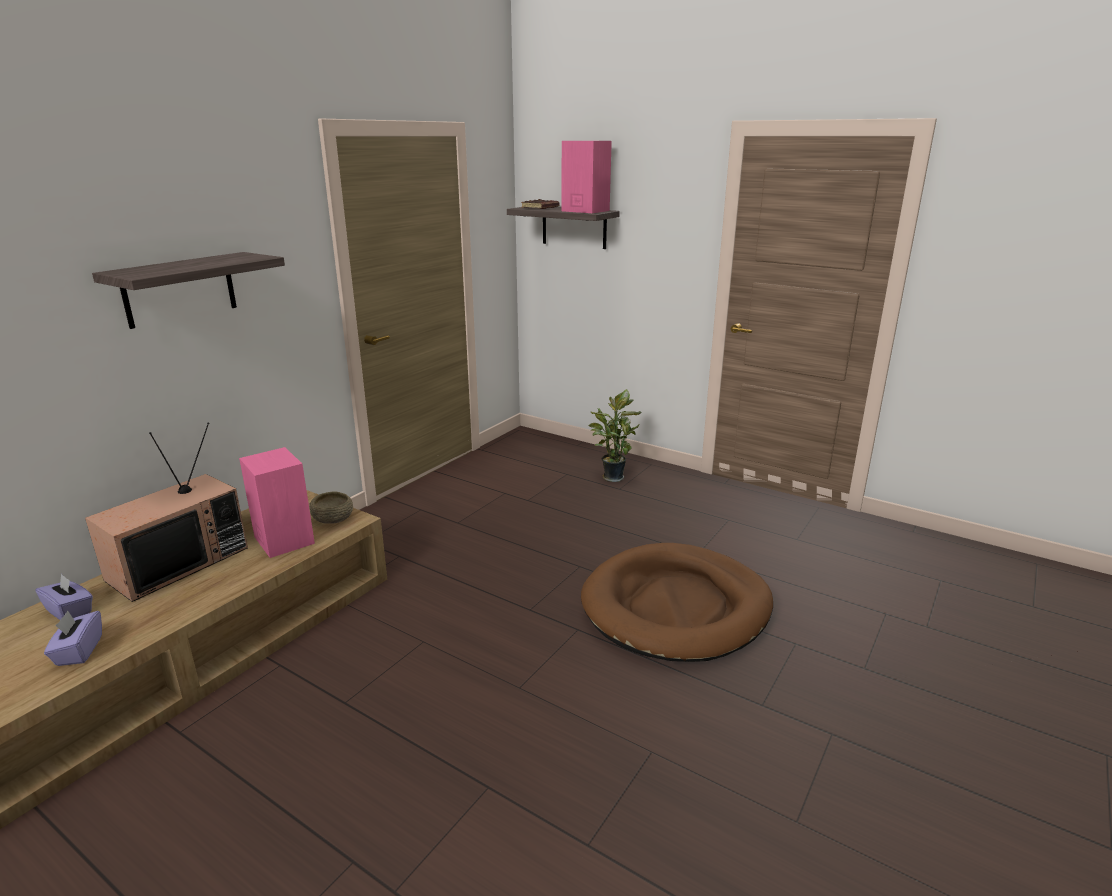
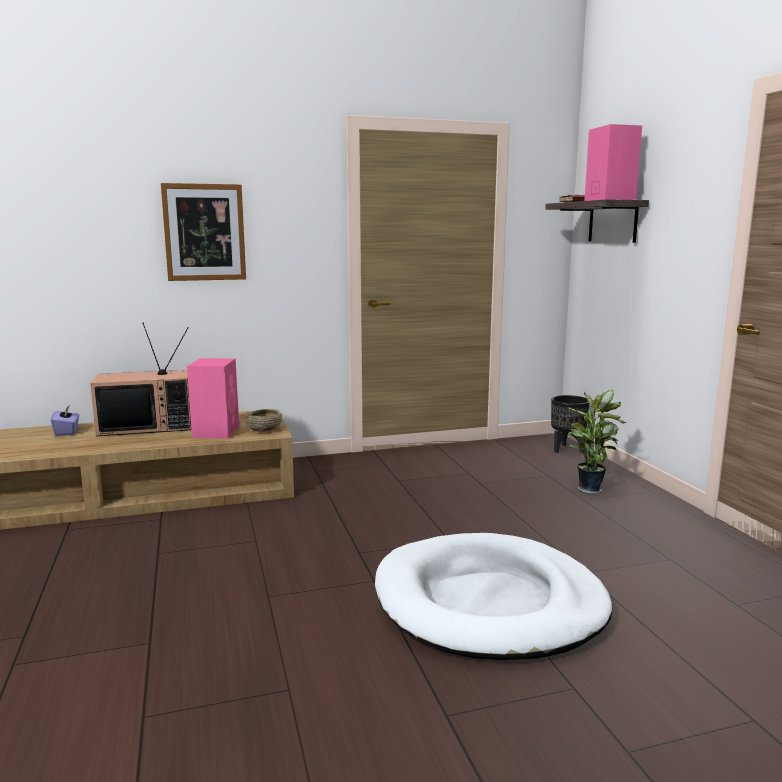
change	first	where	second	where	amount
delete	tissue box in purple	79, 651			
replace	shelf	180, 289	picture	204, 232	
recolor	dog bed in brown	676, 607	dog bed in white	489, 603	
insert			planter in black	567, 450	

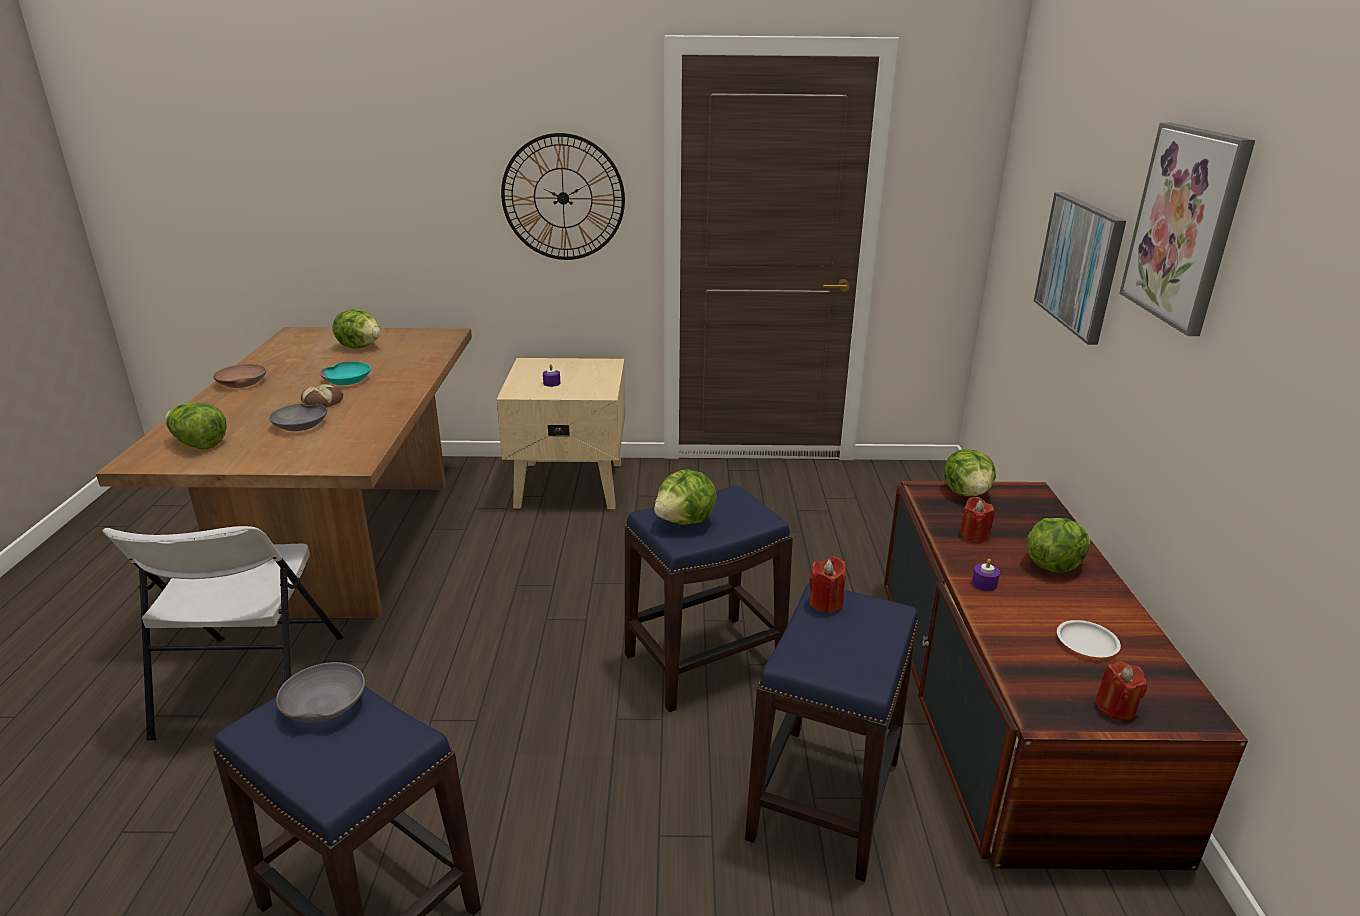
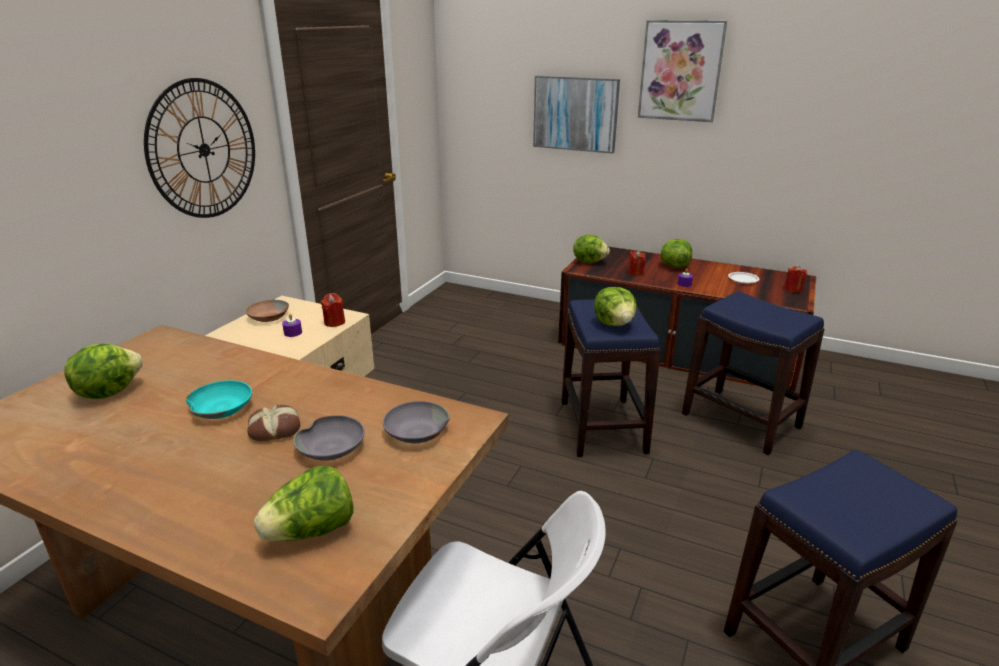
change	first	where	second	where	amount
move	bowl in brown	241, 383		268, 317	
move	bowl in grey	322, 704		416, 432	
move	candle in red	826, 602		334, 322	

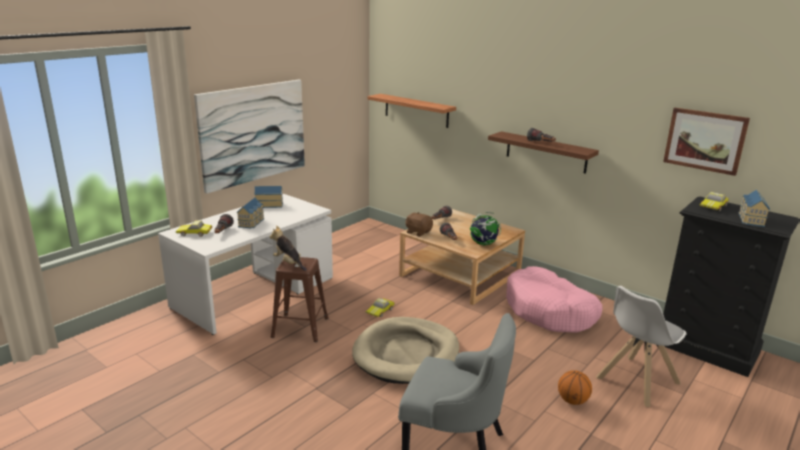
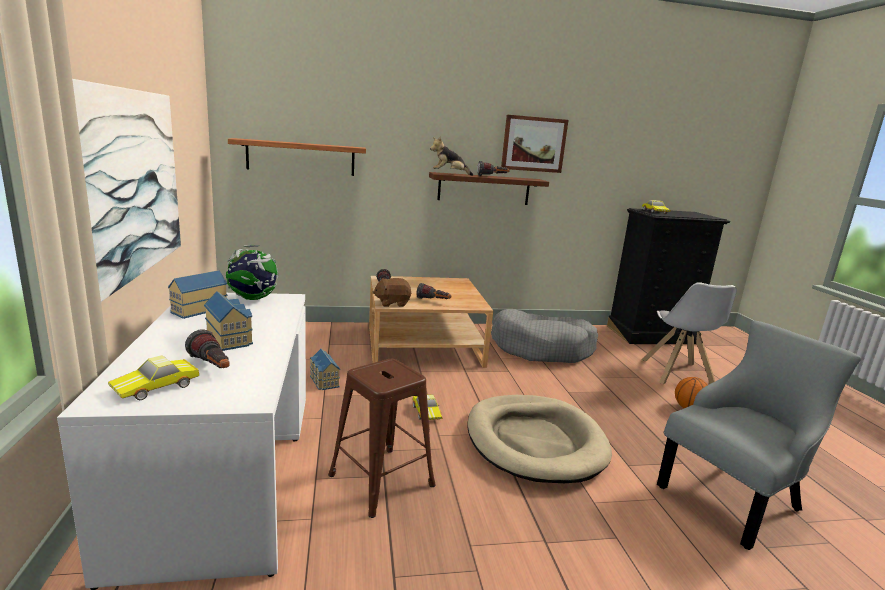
change	first	where	second	where	amount
move	plush toy	288, 263		449, 174	
move	globe	483, 244		253, 299	
recolor	dog bed in pink	550, 311	dog bed in grey	542, 348	
move	picture	705, 140		533, 144	
move	toy house	750, 219		323, 381	

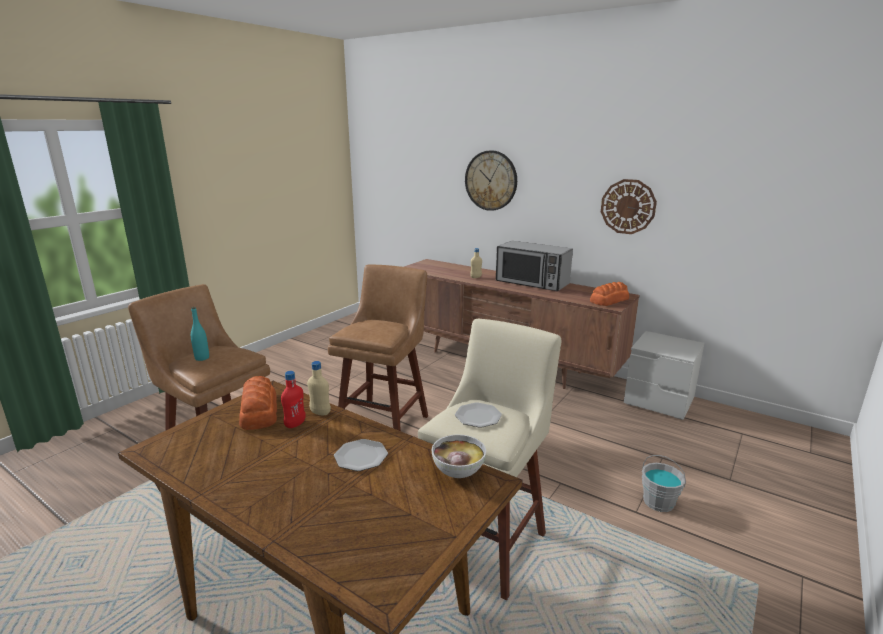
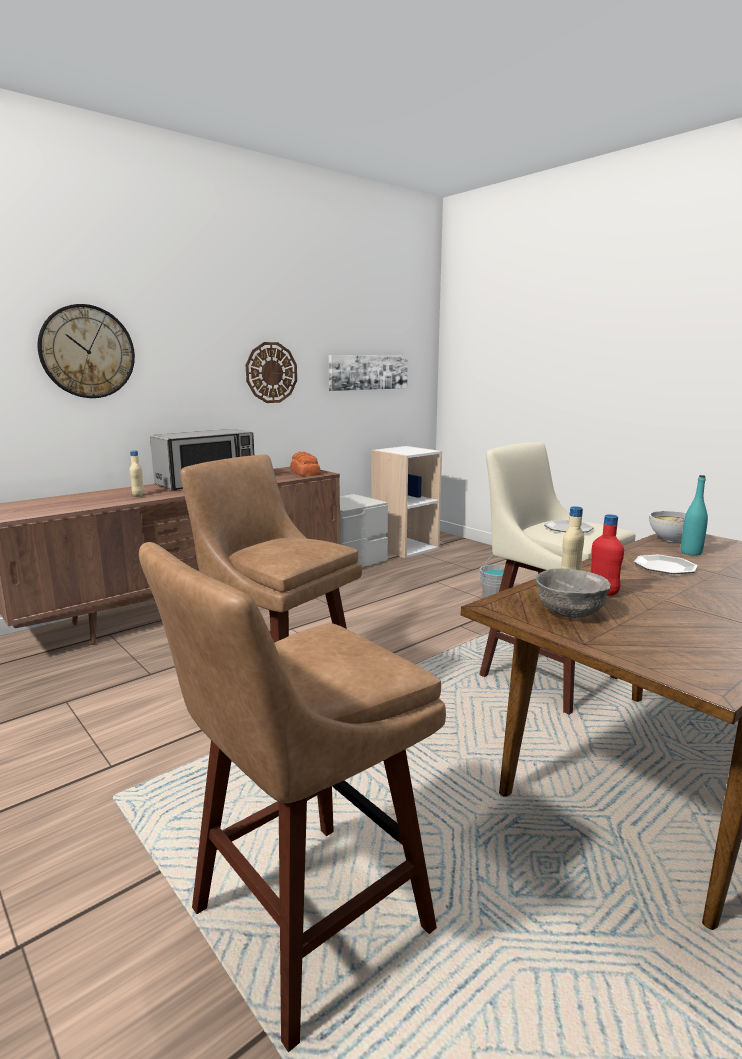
change	first	where	second	where	amount
move	bottle in turquoise	202, 358		691, 553	
replace	bread	258, 411	bowl in grey	570, 612	
insert			picture	368, 372	
insert			bookcase	405, 547	

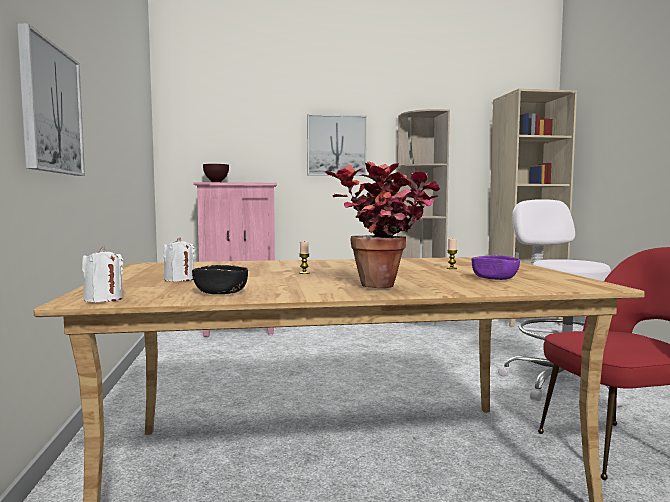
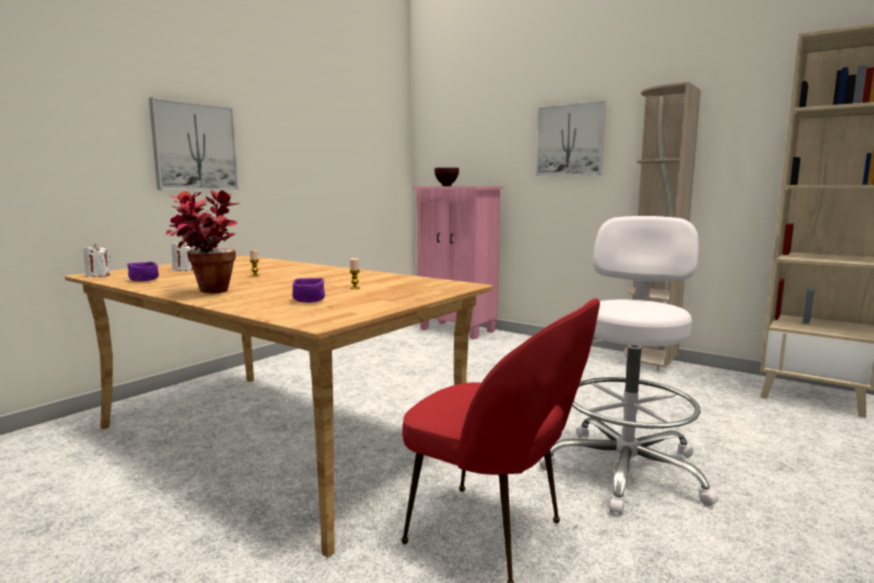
change	first	where	second	where	amount
recolor	bowl in black	220, 292	bowl in purple	143, 280	

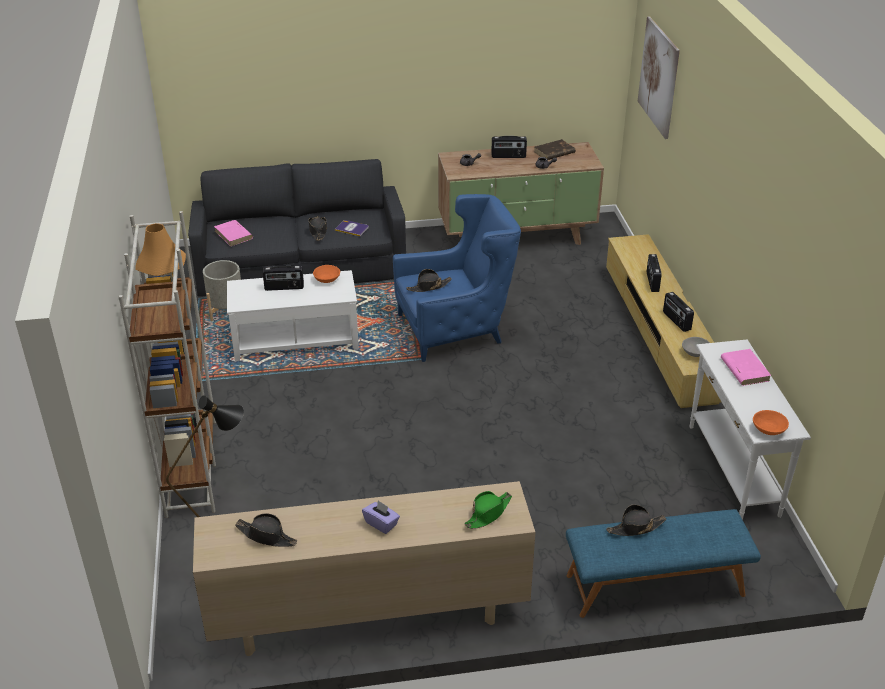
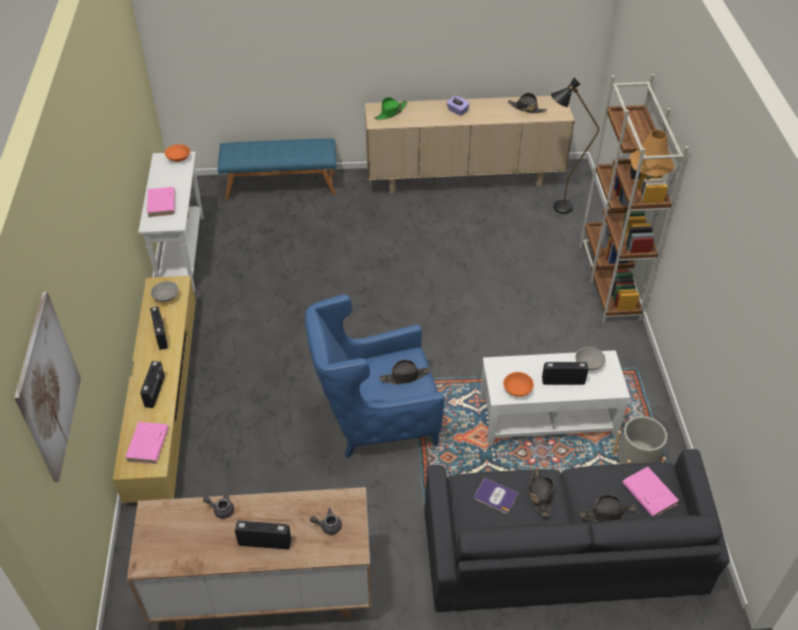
change	first	where	second	where	amount
delete	book in brown	554, 152			
move	hat in black	635, 527		607, 513	
insert			book in pink	148, 445	
insert			bowl in grey	588, 364	

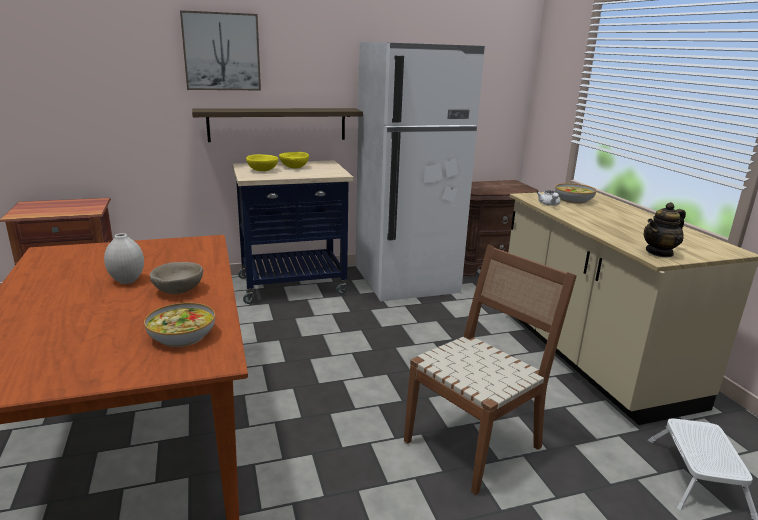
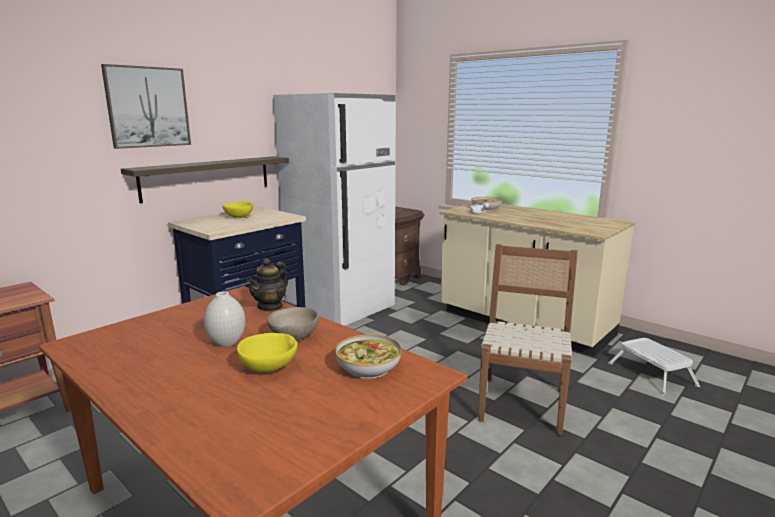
change	first	where	second	where	amount
move	bowl in yellow	262, 170		268, 367	
move	teapot	659, 252		270, 306	

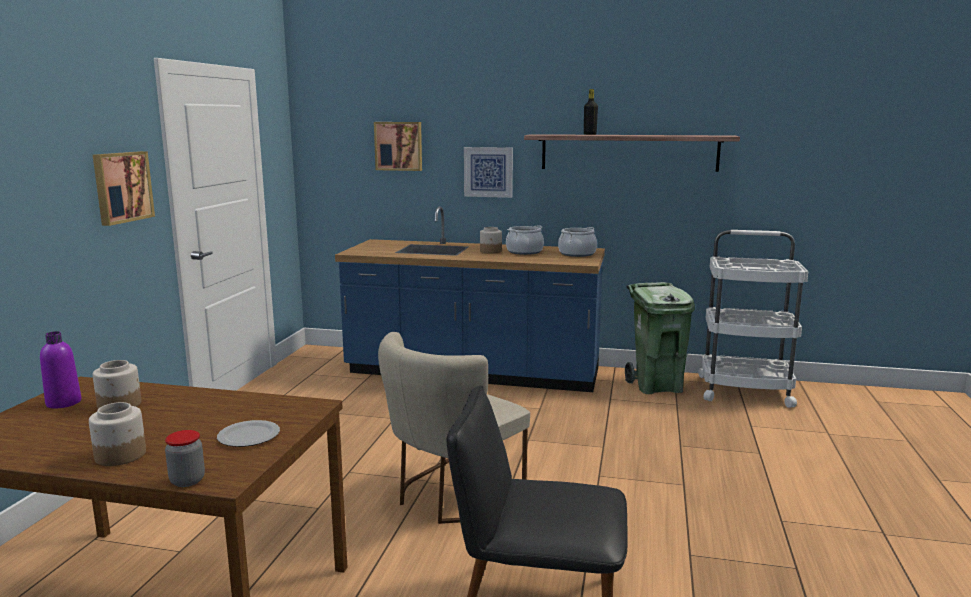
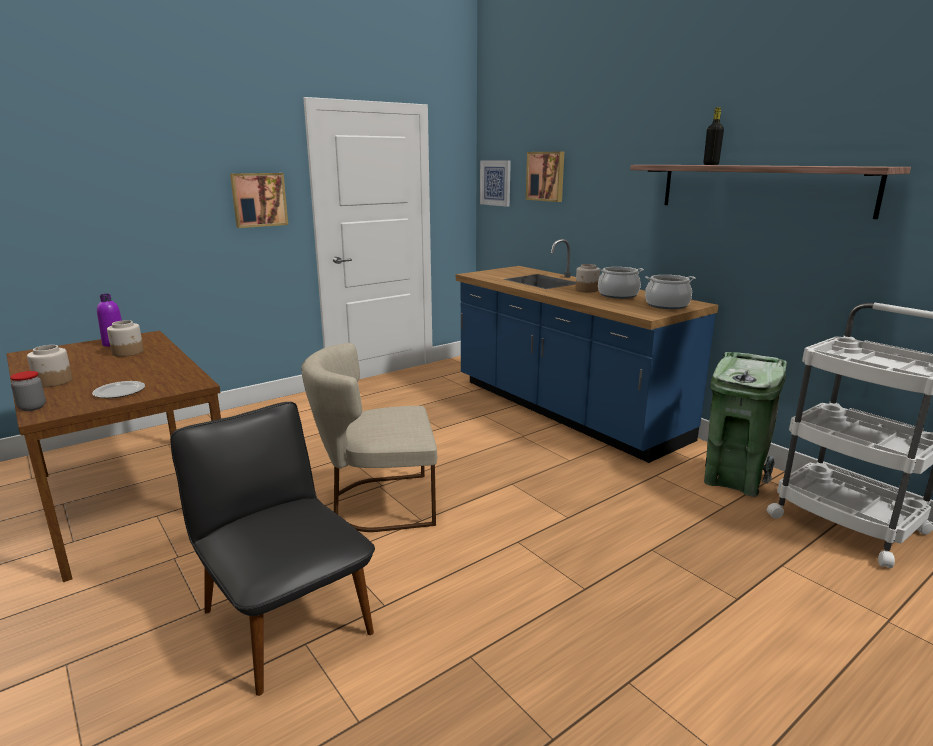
change	first	where	second	where	amount
move	picture	488, 172		495, 183	

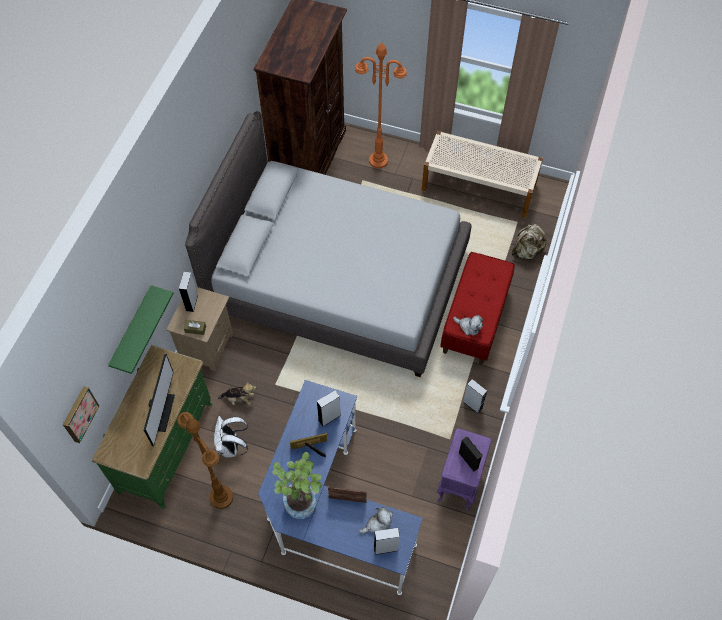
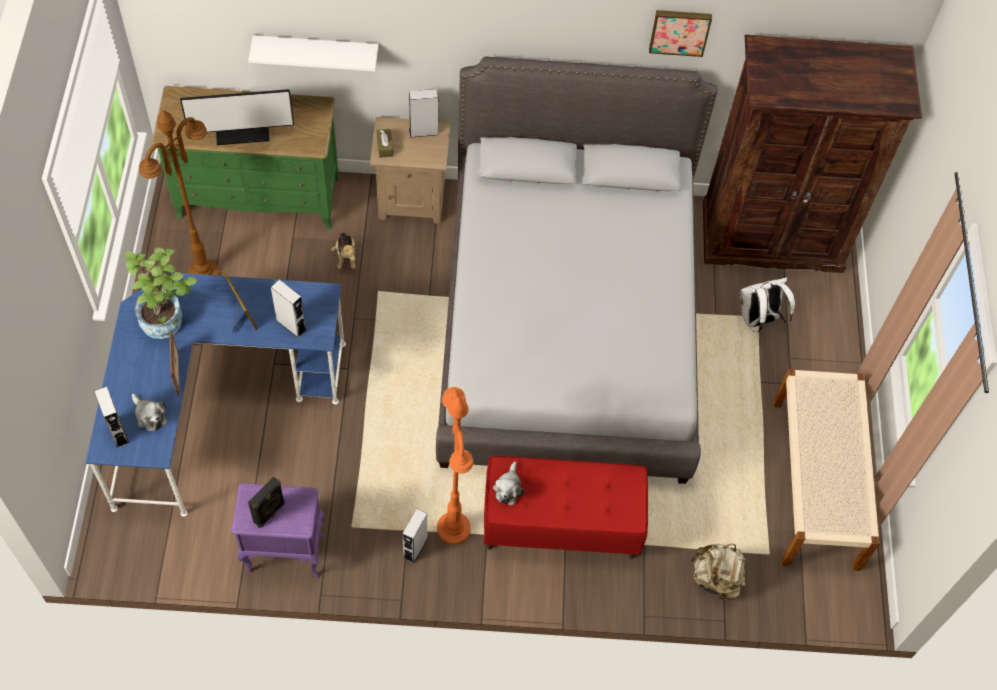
change	first	where	second	where	amount
move	picture	79, 414		679, 31	
recolor	shelf in green	132, 330	shelf in white	316, 51	
move	backpack in white	231, 447		758, 320	
move	floor lamp in orange	378, 161		453, 529	

